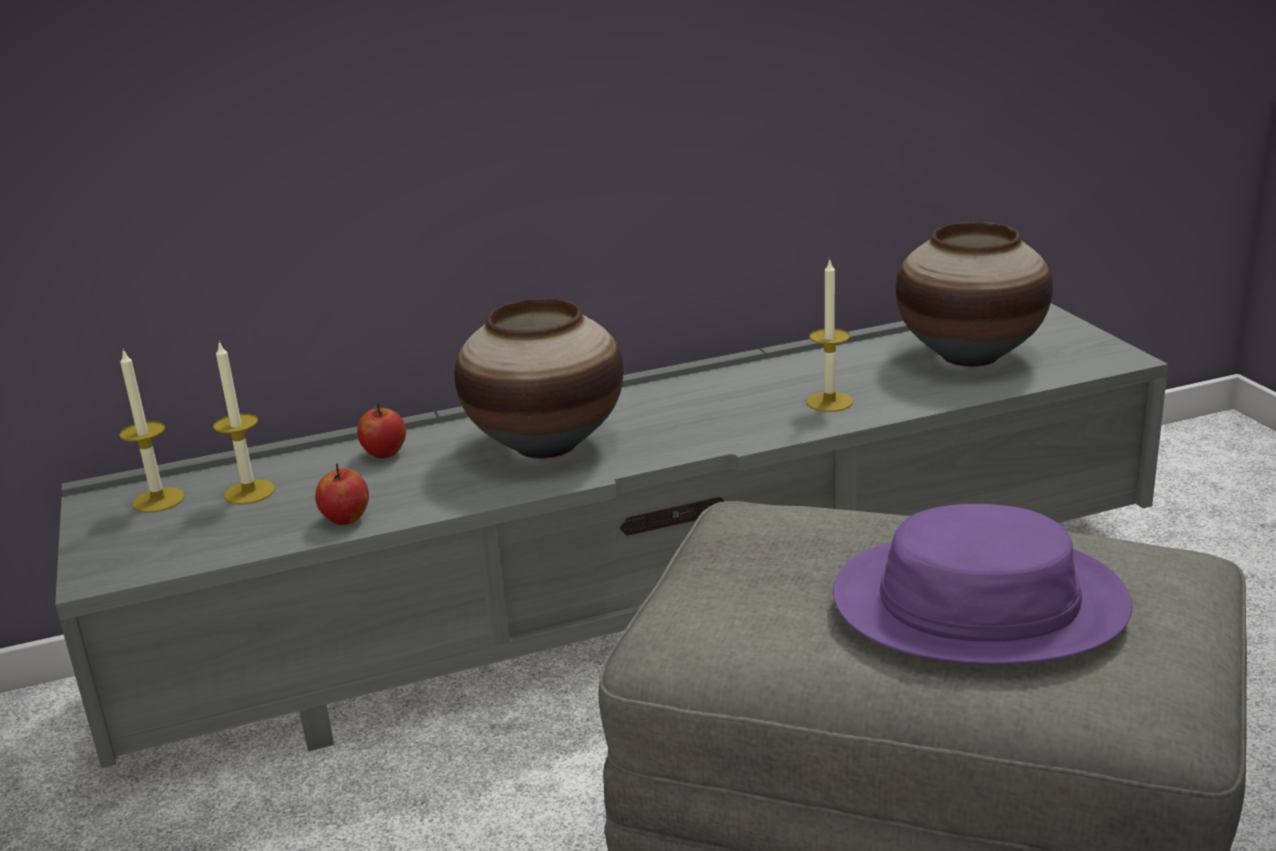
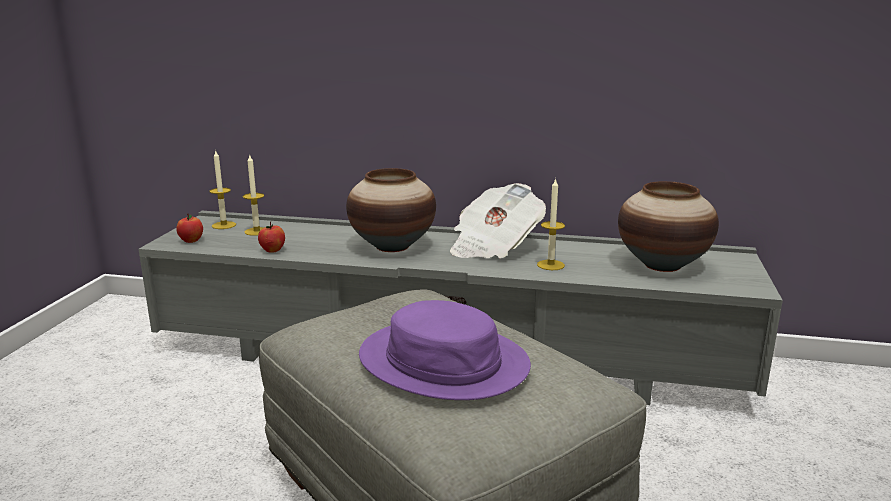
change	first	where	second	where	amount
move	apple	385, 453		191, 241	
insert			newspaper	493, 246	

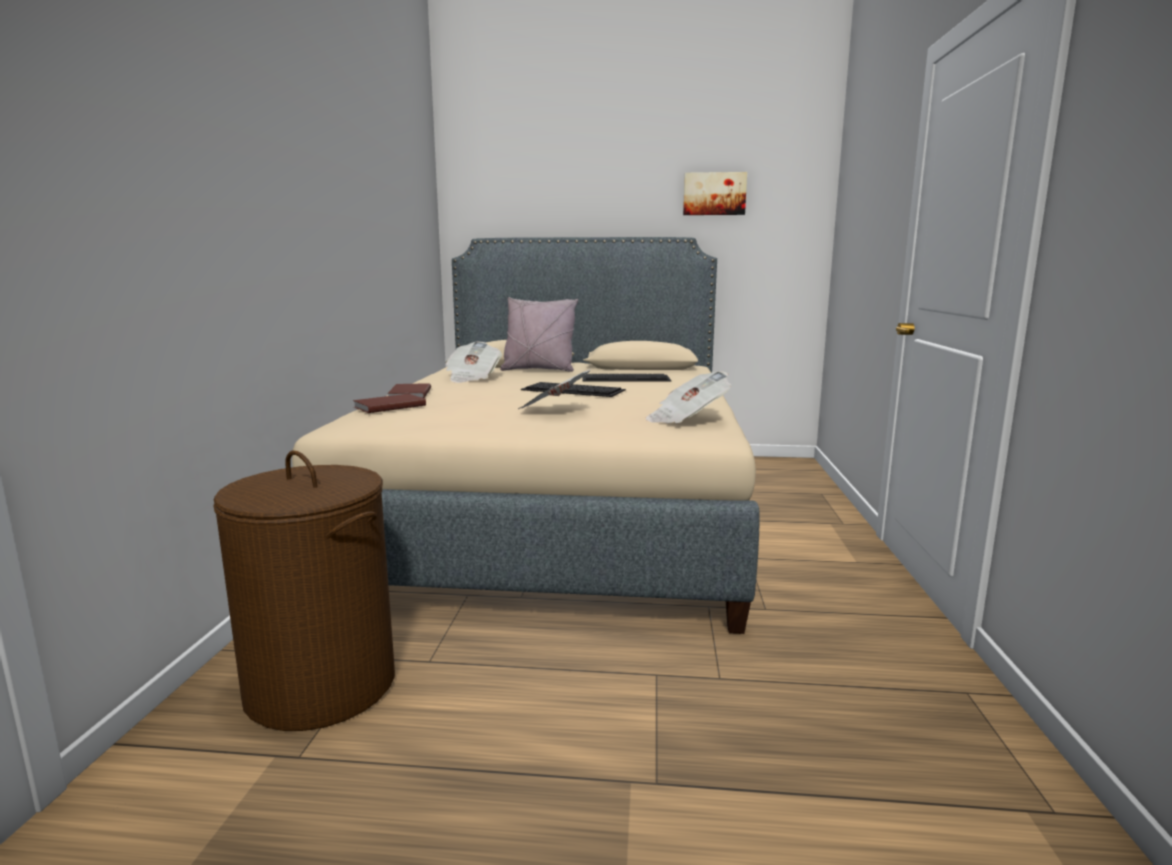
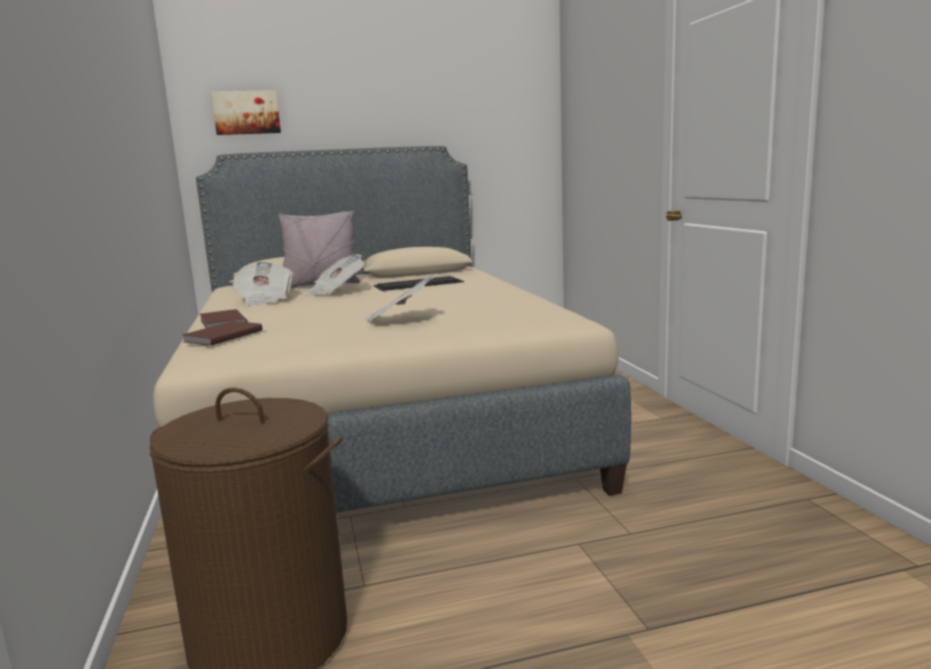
change	first	where	second	where	amount
delete	keyboard	574, 390			
move	newspaper	686, 419		336, 291	
move	picture	714, 194		246, 112	

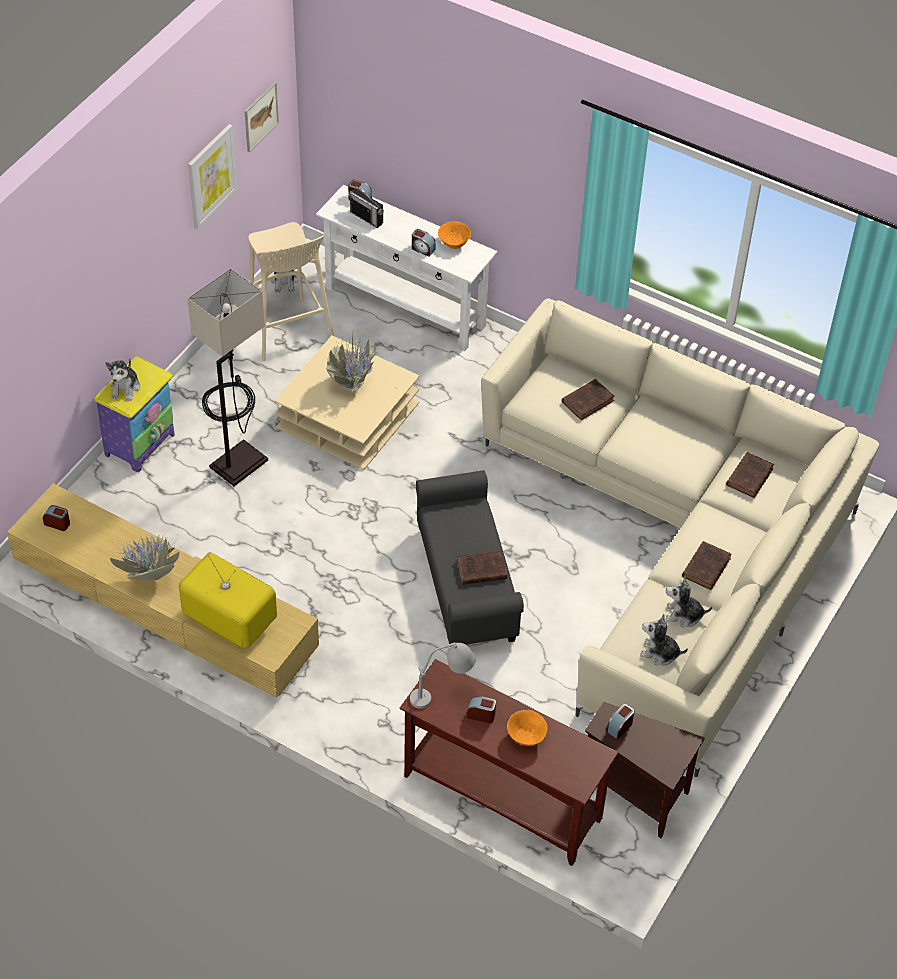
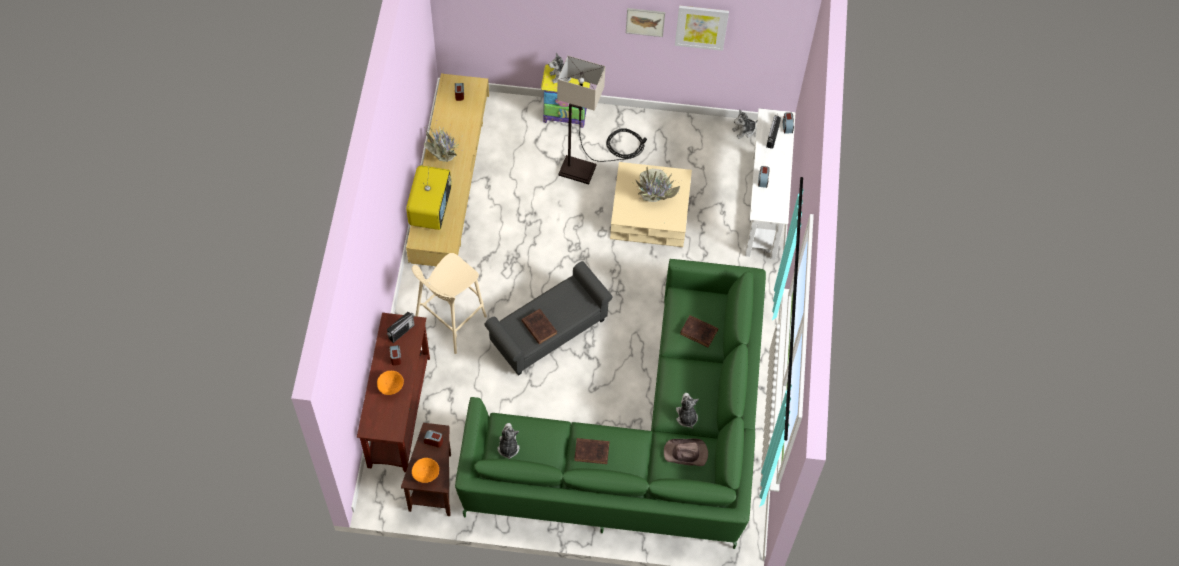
change	first	where	second	where	amount
move	picture	260, 116		645, 22	
move	stool in beige	288, 330		451, 321	
replace	table lamp in grey	443, 694	radio	401, 331	
move	bowl in orange	454, 243		426, 474	
recolor	sofa in beige	676, 546	sofa in green	644, 443	
move	plush toy	683, 615		686, 417	
replace	book in brown	750, 476	hat in brown	686, 453	

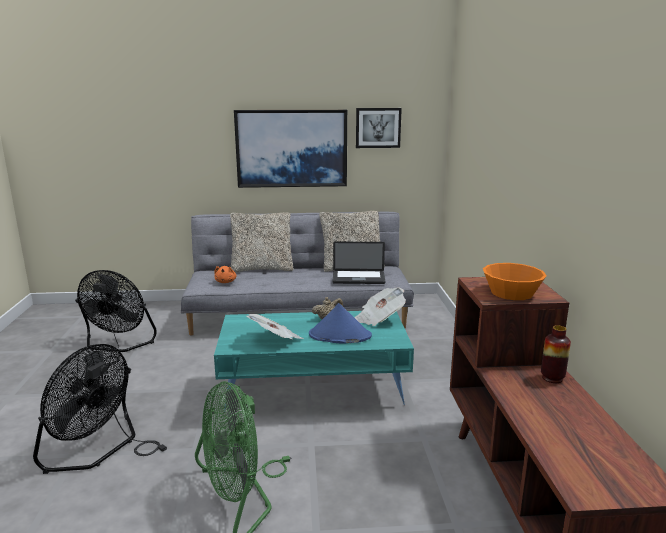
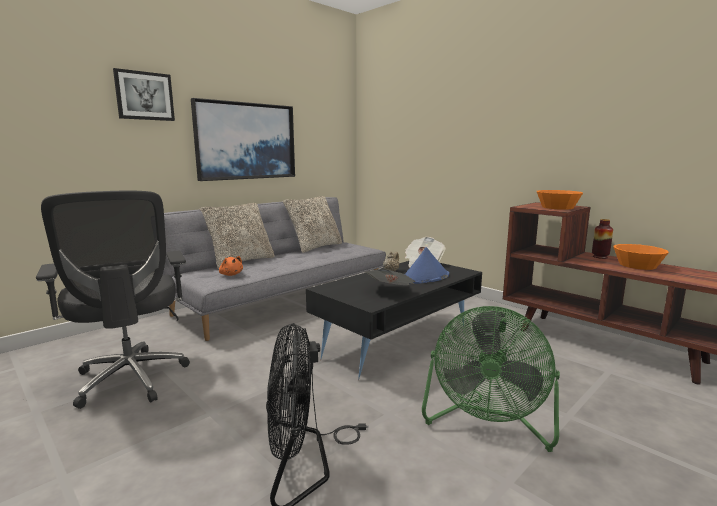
change	first	where	second	where	amount
replace	fan in black	114, 346	office chair	130, 377	
recolor	coffee table in turquoise	314, 393	coffee table in black	398, 341	
delete	laptop	358, 278			
move	picture	378, 127		144, 96	
insert			bowl in orange	637, 265	

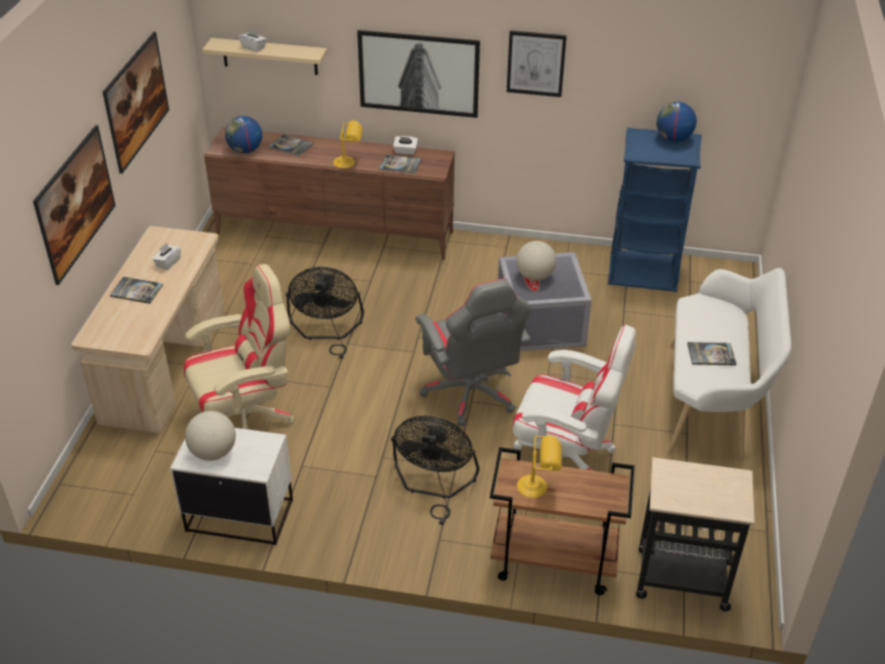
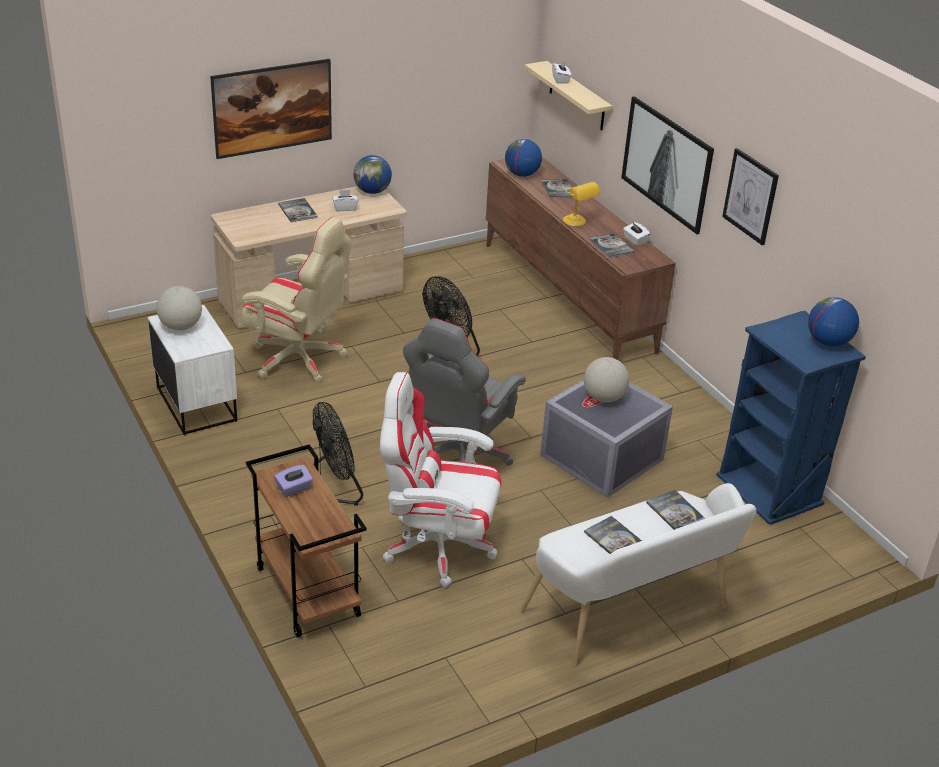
change	first	where	second	where	amount
delete	picture	140, 121			
rotate	office chair in white	564, 460		439, 547	120 degrees clockwise
replace	table lamp in yellow	538, 485	tissue box in purple	294, 489	
delete	cart	680, 580			
insert			globe	372, 191	
insert			book	676, 512	

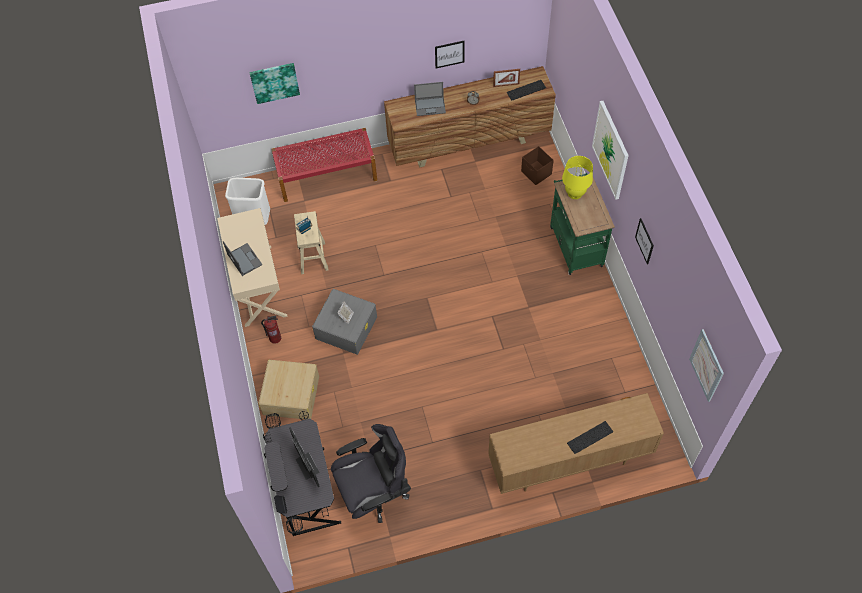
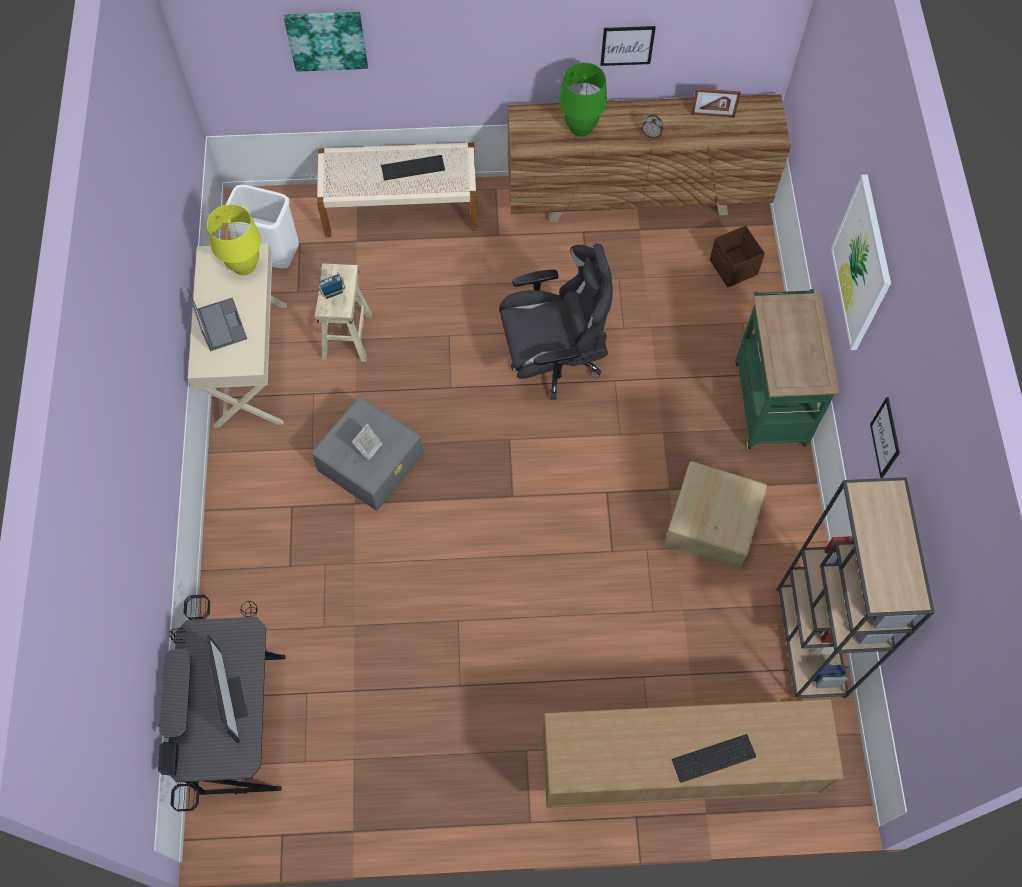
change	first	where	second	where	amount
move	storage box in beige	291, 394		712, 522	
delete	fire extinguisher	275, 338			
recolor	bench in red	326, 175	bench in beige	401, 207	
move	office chair in black	373, 494		550, 361	
replace	laptop	430, 106	table lamp in green	580, 127	
move	keyboard	526, 89		413, 167	
move	table lamp in yellow	575, 193		244, 265	
delete	picture	706, 365			
insert			bookcase	811, 643	

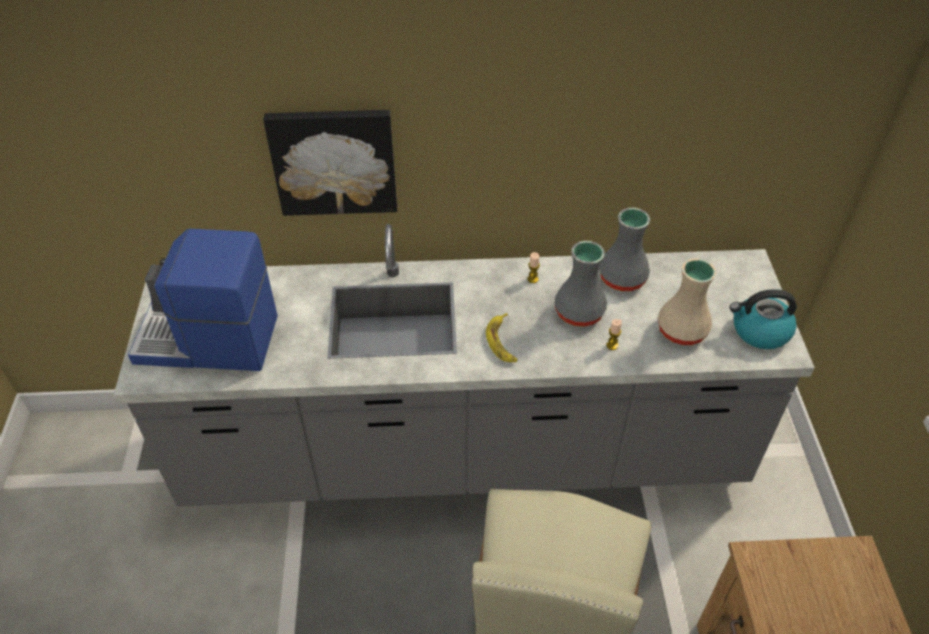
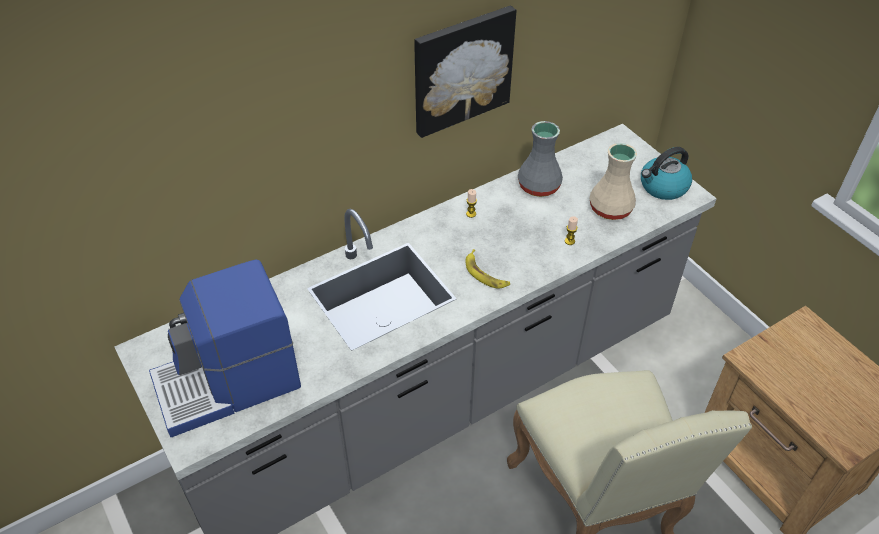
change	first	where	second	where	amount
move	picture	334, 160		461, 69	
delete	vase in grey	579, 314			

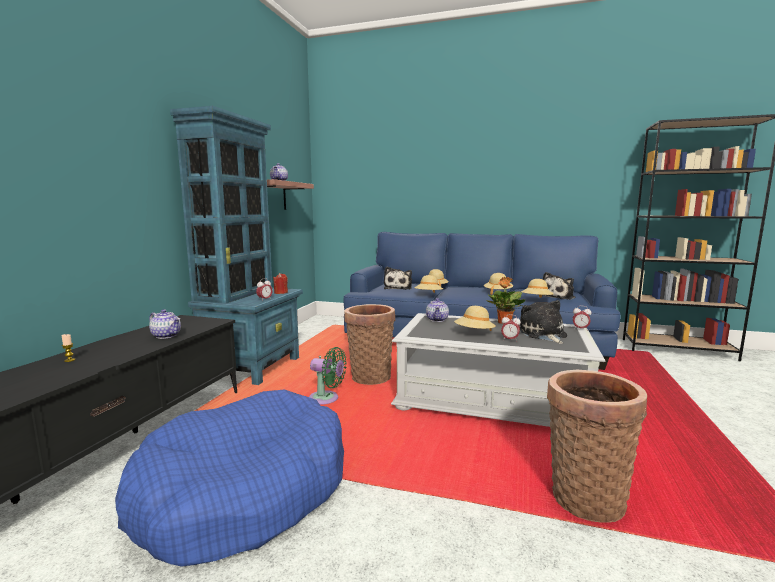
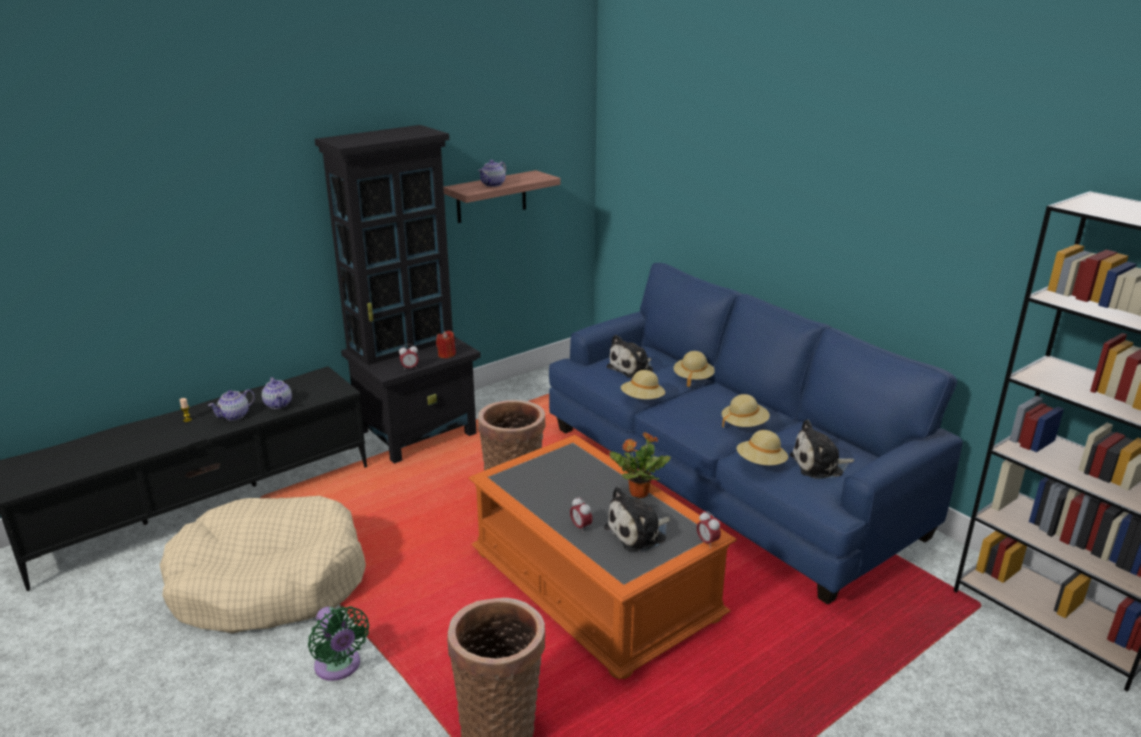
change	first	where	second	where	amount
recolor	dog bed in blue	244, 491	dog bed in beige	269, 582	
recolor	cabinet in blue	253, 367	cabinet in black	417, 433	
move	fan in green	326, 399		339, 667	
recolor	coffee table in white	492, 399	coffee table in orange	595, 584	
move	teapot	437, 319		235, 415	
delete	hat in beige	474, 333			
rotate	plush toy	543, 334		639, 533	150 degrees counterclockwise

